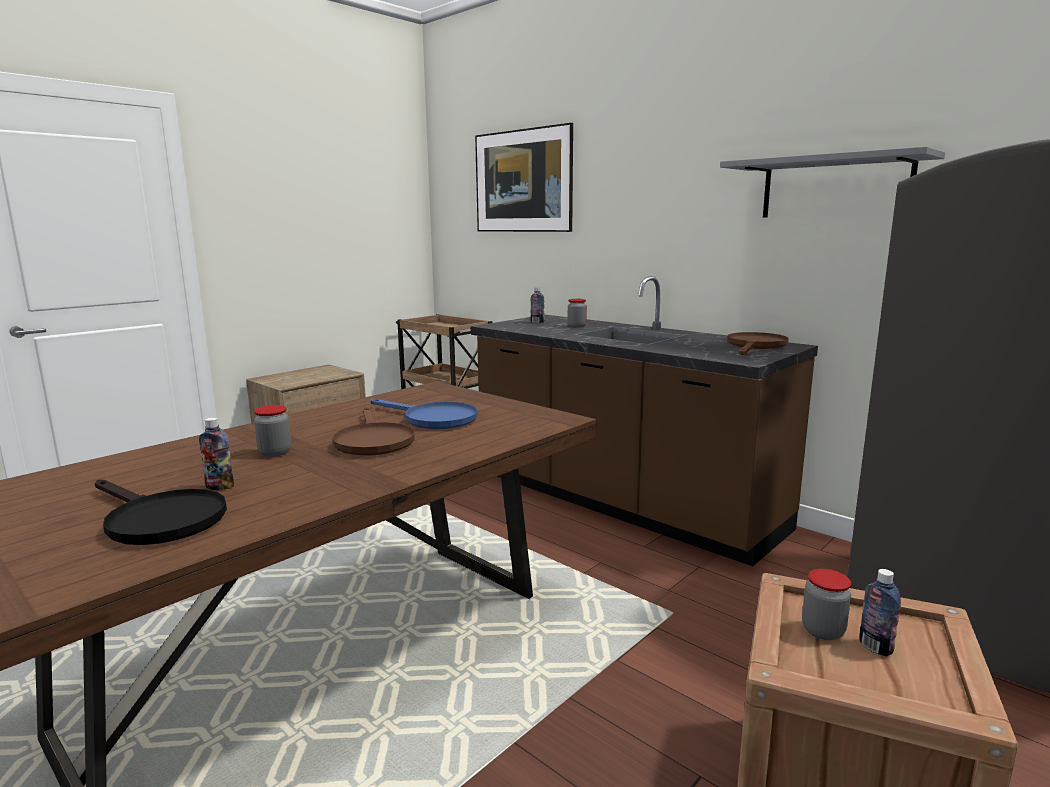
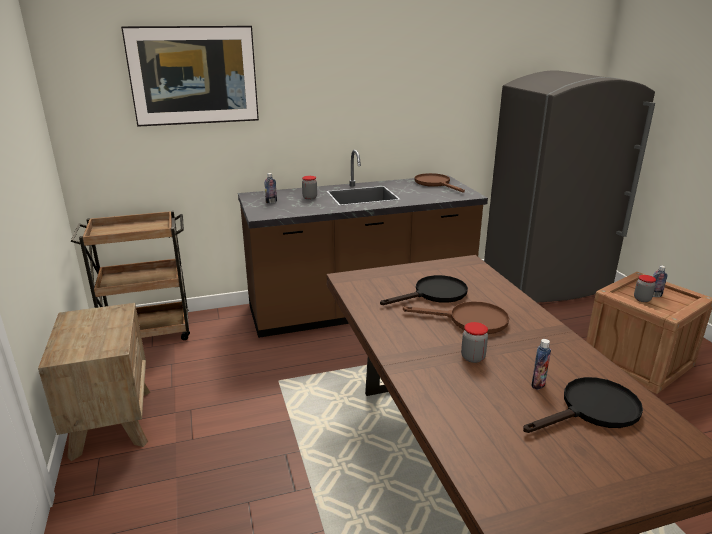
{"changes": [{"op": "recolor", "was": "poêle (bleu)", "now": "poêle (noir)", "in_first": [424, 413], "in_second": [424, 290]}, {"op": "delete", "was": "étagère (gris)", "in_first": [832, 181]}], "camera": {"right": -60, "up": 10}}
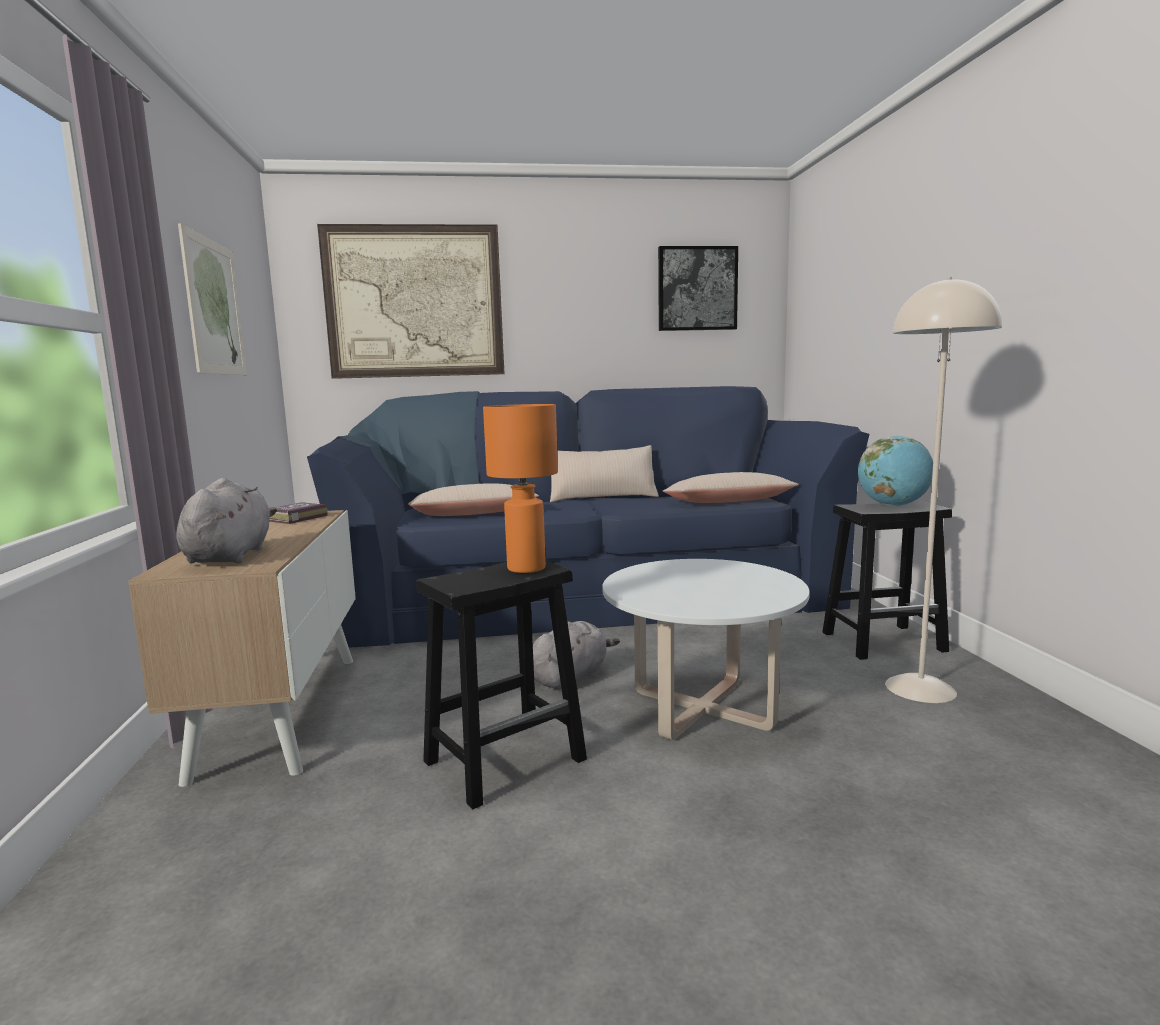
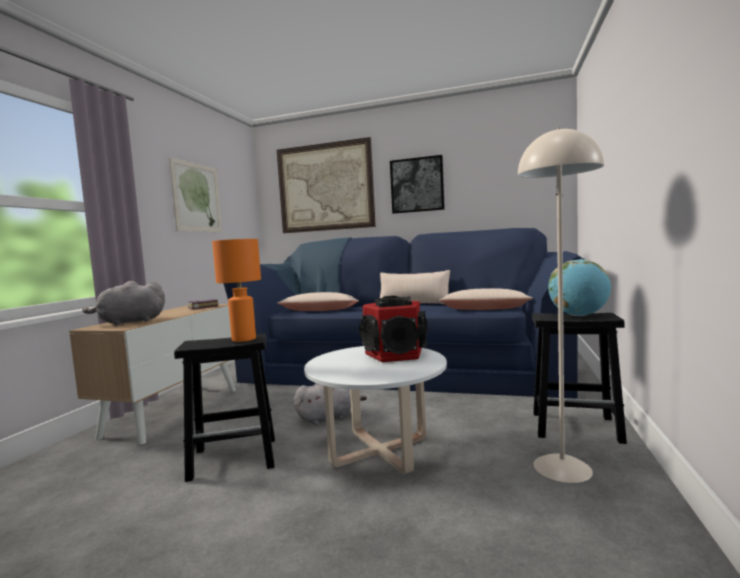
{"changes": [{"op": "rotate", "was": "peluche (gris)", "in_first": [226, 521], "in_second": [123, 303], "clockwise": -135}, {"op": "insert", "now": "enceinte", "in_second": [393, 329]}, {"op": "move", "was": "tableau", "in_first": [698, 288], "in_second": [417, 184]}], "camera": {"right": 25, "up": -5}}
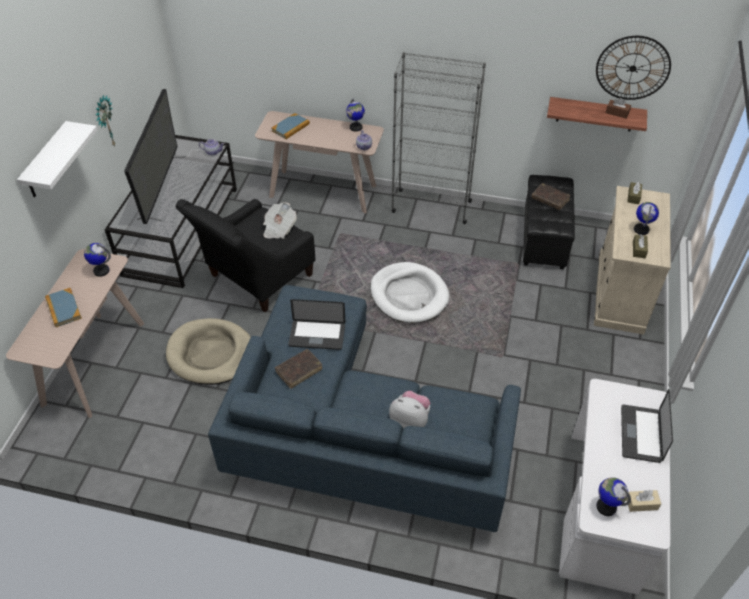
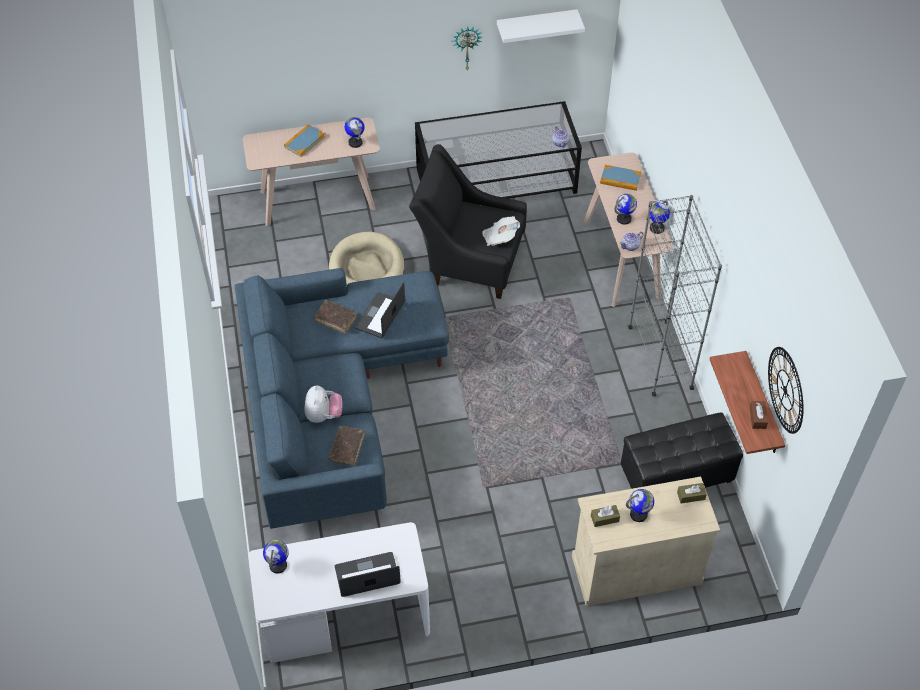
{"changes": [{"op": "move", "was": "livre (marron)", "in_first": [551, 196], "in_second": [346, 446]}, {"op": "rotate", "was": "ordinateur portable", "in_first": [316, 324], "in_second": [380, 310], "clockwise": 45}, {"op": "move", "was": "étagère (blanc)", "in_first": [57, 159], "in_second": [541, 26]}, {"op": "insert", "now": "globe", "in_second": [625, 209]}, {"op": "delete", "was": "téléviseur", "in_first": [154, 156]}, {"op": "delete", "was": "panier pour chien (blanc)", "in_first": [410, 292]}, {"op": "delete", "was": "boîte à mouchoirs (beige)", "in_first": [643, 501]}], "camera": {"right": 65, "up": 5}}
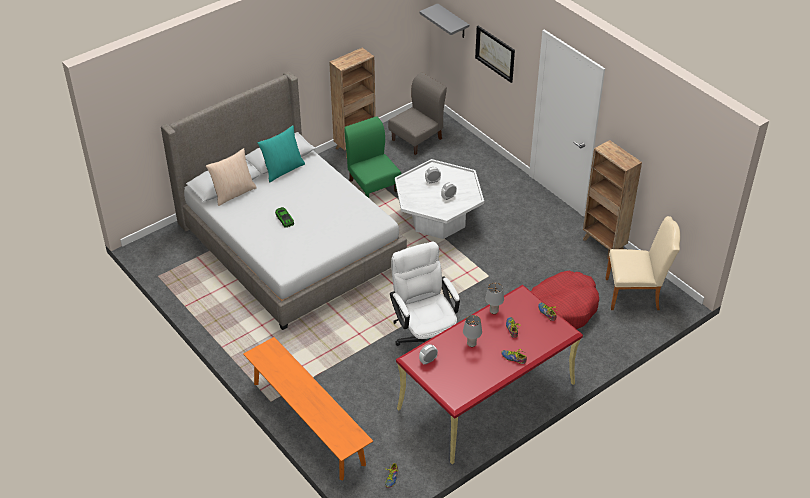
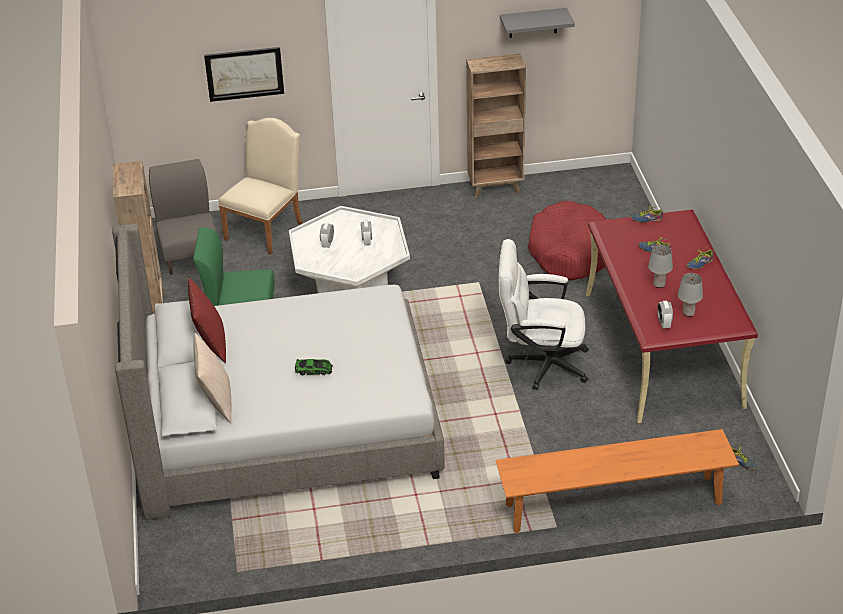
{"changes": [{"op": "recolor", "was": "coussin (turquoise)", "now": "coussin (rouge)", "in_first": [281, 153], "in_second": [207, 320]}, {"op": "move", "was": "chaise (beige)", "in_first": [642, 263], "in_second": [261, 186]}, {"op": "move", "was": "étagère (gris)", "in_first": [444, 20], "in_second": [537, 23]}, {"op": "move", "was": "lampe de table (gris)", "in_first": [494, 298], "in_second": [690, 295]}], "camera": {"right": -60, "up": -5}}
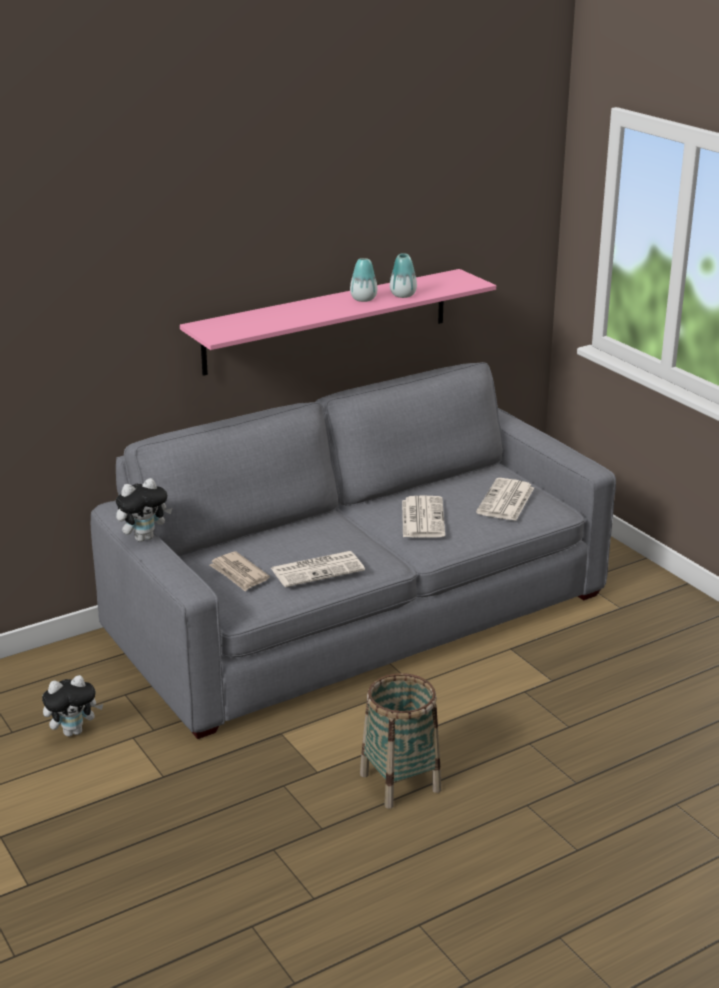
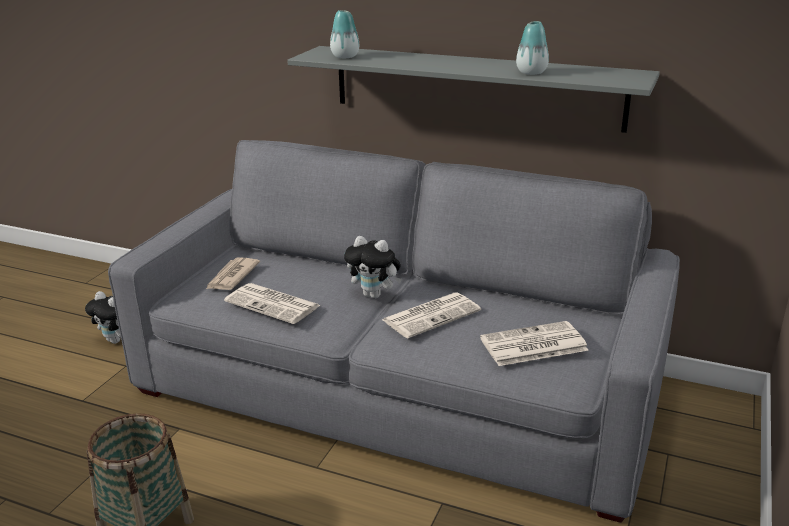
{"changes": [{"op": "recolor", "was": "étagère (rose)", "now": "étagère (gris)", "in_first": [338, 322], "in_second": [473, 89]}, {"op": "move", "was": "vase", "in_first": [364, 280], "in_second": [344, 34]}, {"op": "move", "was": "peluche", "in_first": [144, 510], "in_second": [373, 267]}], "camera": {"right": 55, "up": 0}}
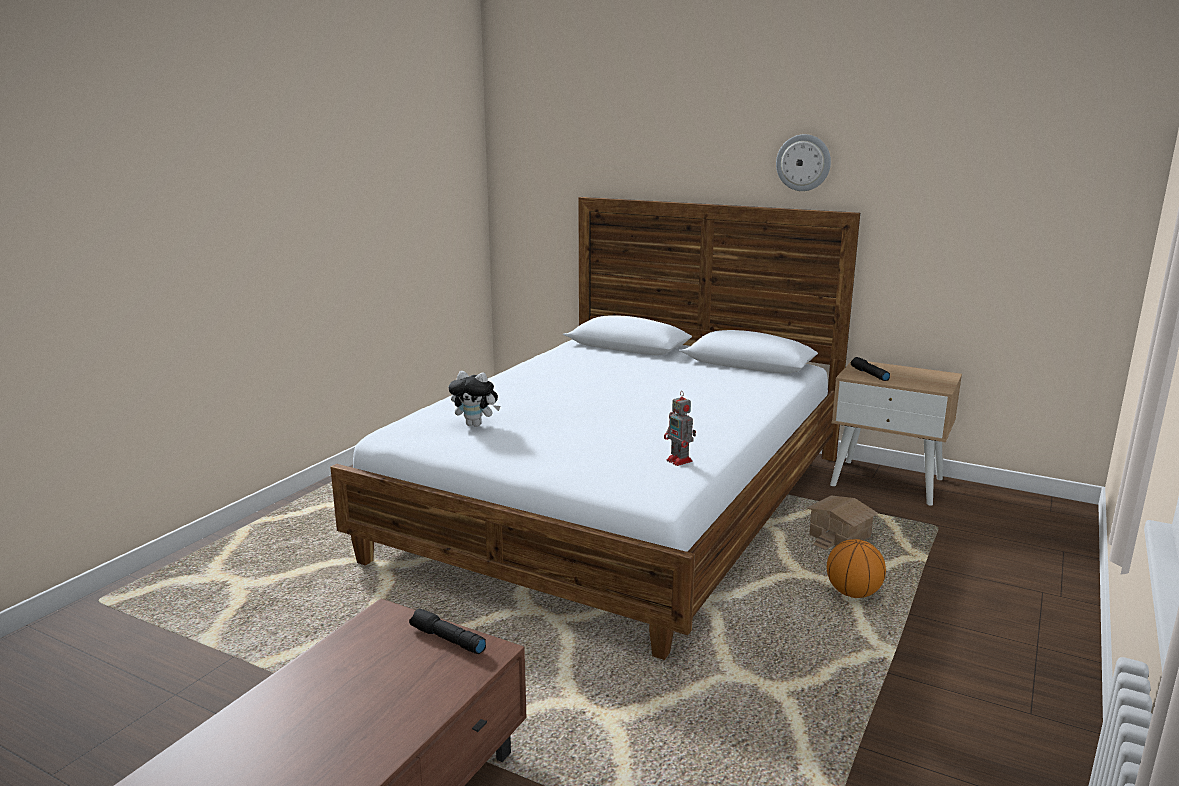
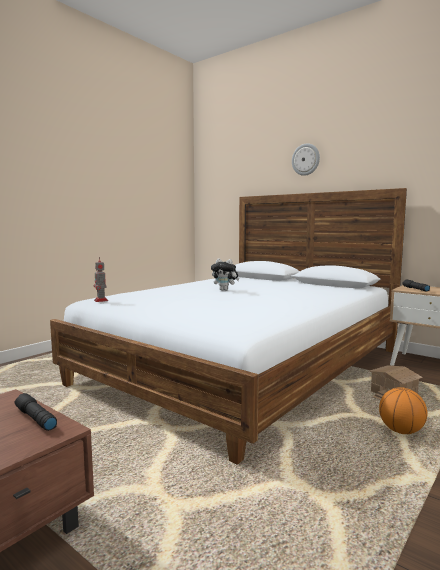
{"changes": [{"op": "move", "was": "robot jouet", "in_first": [680, 428], "in_second": [101, 279]}, {"op": "move", "was": "peluche", "in_first": [474, 399], "in_second": [225, 274]}, {"op": "move", "was": "horloge murale", "in_first": [803, 162], "in_second": [306, 159]}], "camera": {"right": 10, "up": -10}}
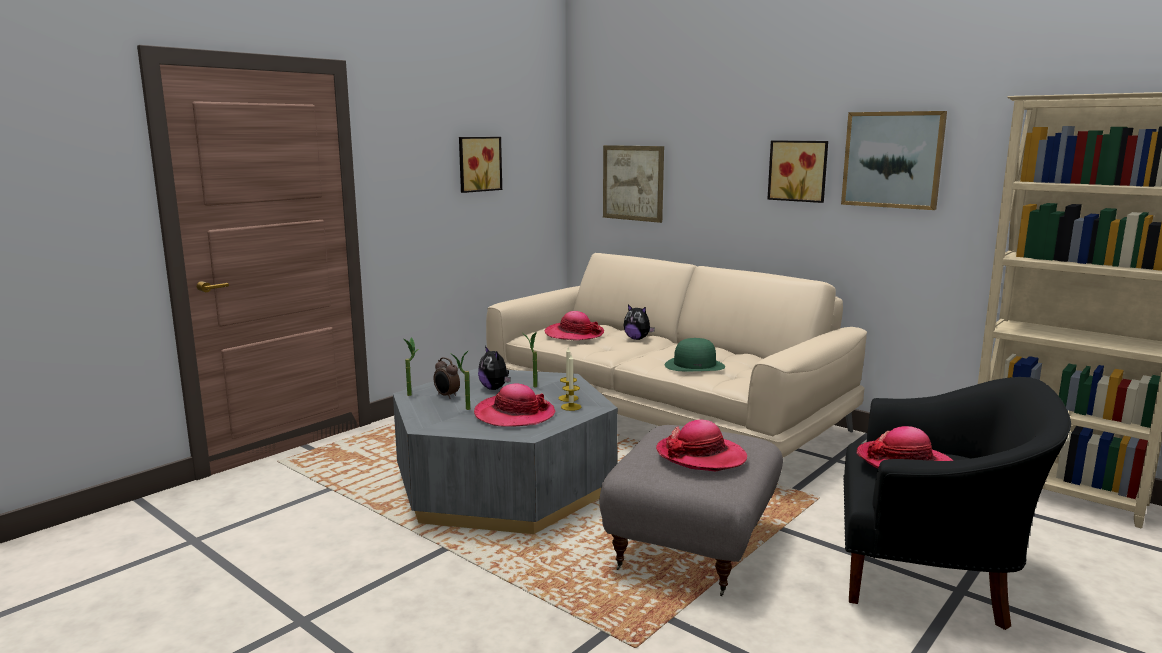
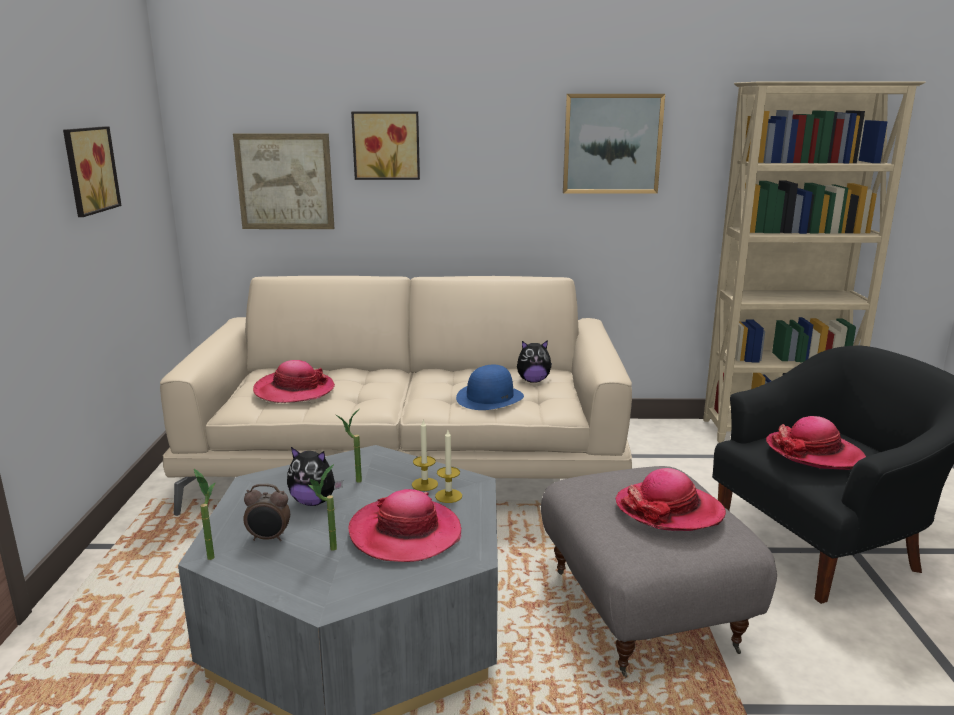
{"changes": [{"op": "move", "was": "tableau", "in_first": [797, 171], "in_second": [385, 145]}, {"op": "recolor", "was": "chapeau (vert)", "now": "chapeau (bleu)", "in_first": [695, 354], "in_second": [490, 387]}, {"op": "move", "was": "peluche", "in_first": [639, 322], "in_second": [534, 361]}], "camera": {"right": -40, "up": 5}}
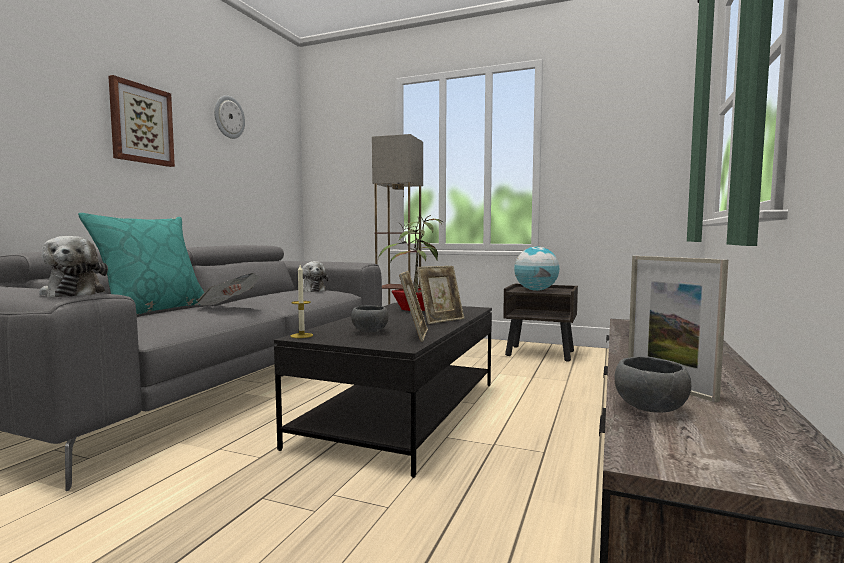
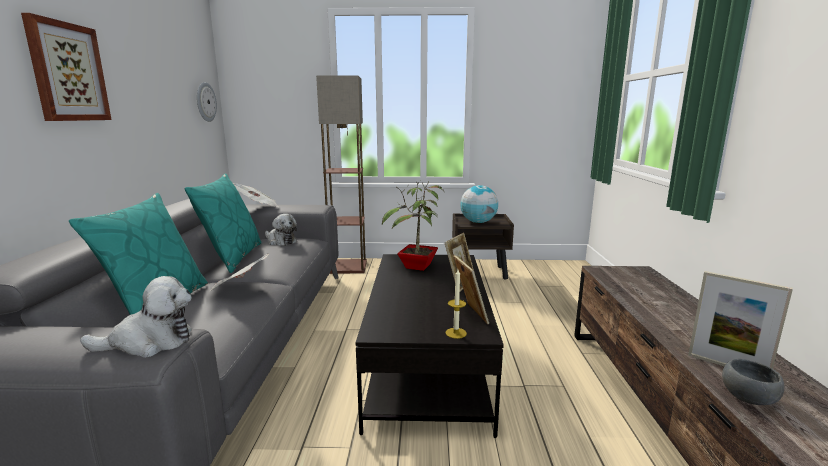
{"changes": [{"op": "rotate", "was": "peluche", "in_first": [73, 266], "in_second": [136, 317], "clockwise": -60}, {"op": "insert", "now": "coussin (turquoise)", "in_second": [223, 223]}, {"op": "move", "was": "horloge murale", "in_first": [229, 117], "in_second": [207, 102]}, {"op": "insert", "now": "journal", "in_second": [255, 195]}, {"op": "move", "was": "bougie", "in_first": [302, 301], "in_second": [456, 304]}, {"op": "delete", "was": "bol (gris)", "in_first": [369, 319]}], "camera": {"right": -20, "up": 10}}
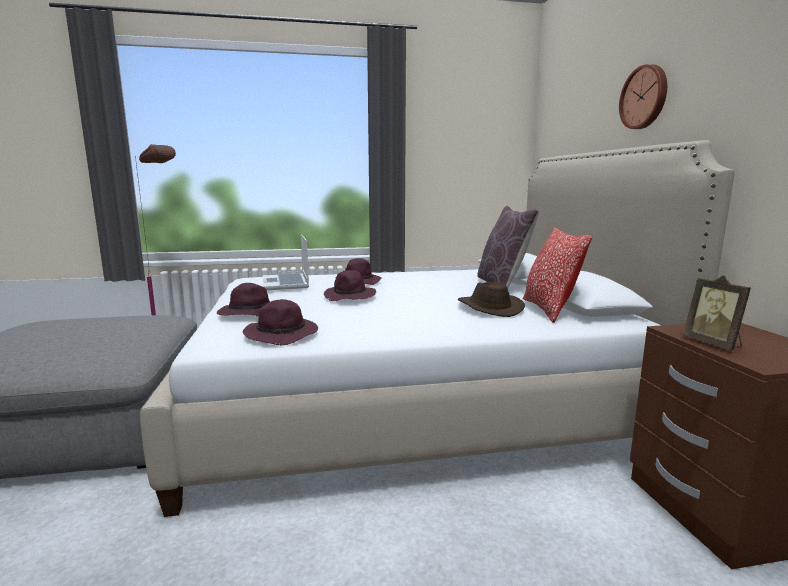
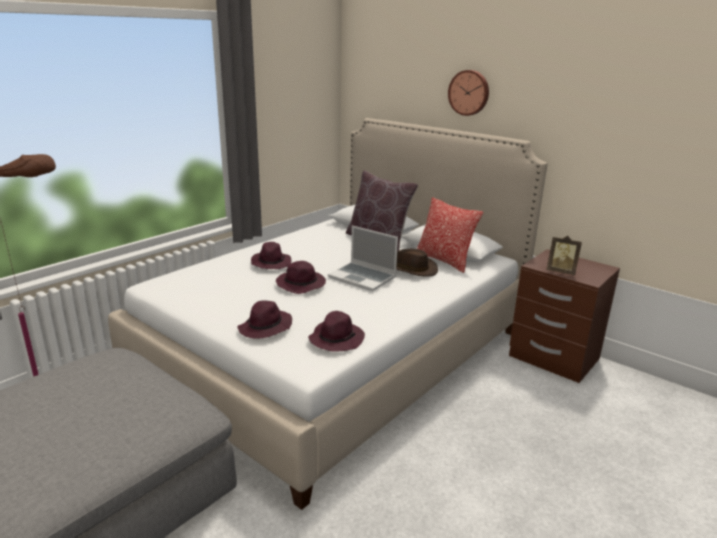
{"changes": [{"op": "move", "was": "ordinateur portable", "in_first": [285, 262], "in_second": [363, 258]}], "camera": {"right": -40, "up": 10}}
